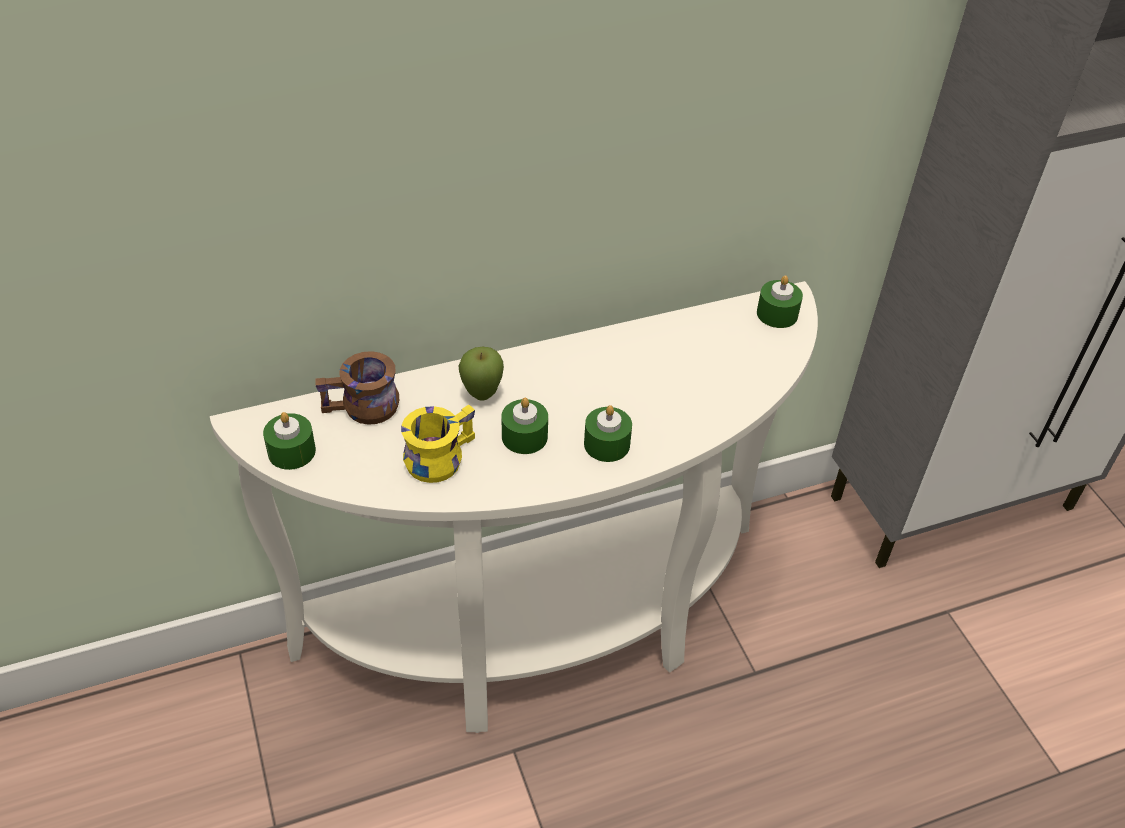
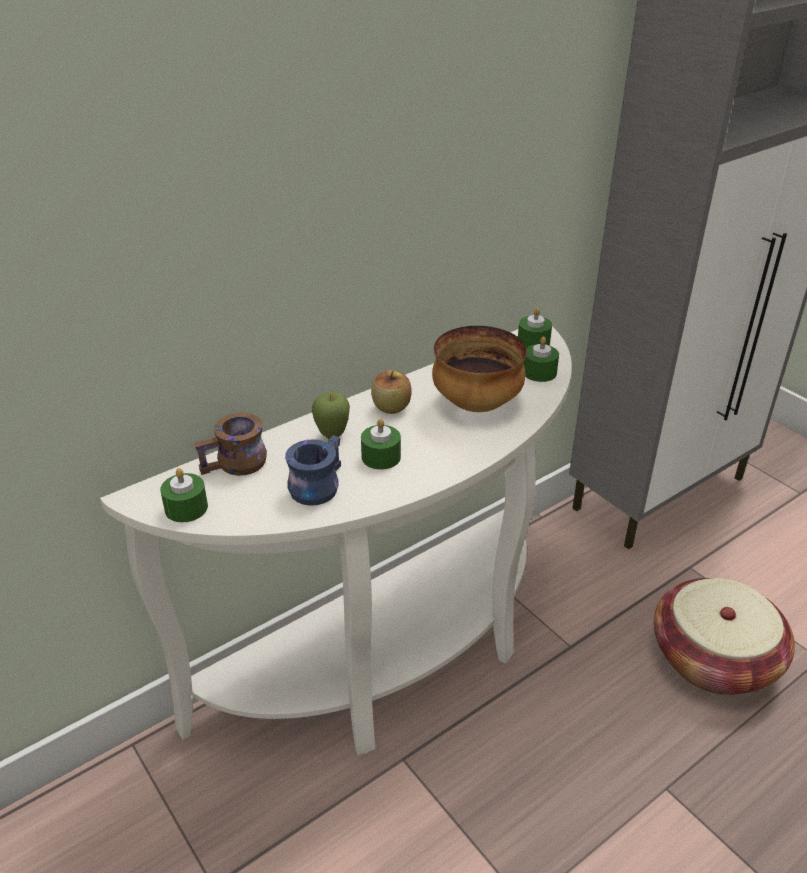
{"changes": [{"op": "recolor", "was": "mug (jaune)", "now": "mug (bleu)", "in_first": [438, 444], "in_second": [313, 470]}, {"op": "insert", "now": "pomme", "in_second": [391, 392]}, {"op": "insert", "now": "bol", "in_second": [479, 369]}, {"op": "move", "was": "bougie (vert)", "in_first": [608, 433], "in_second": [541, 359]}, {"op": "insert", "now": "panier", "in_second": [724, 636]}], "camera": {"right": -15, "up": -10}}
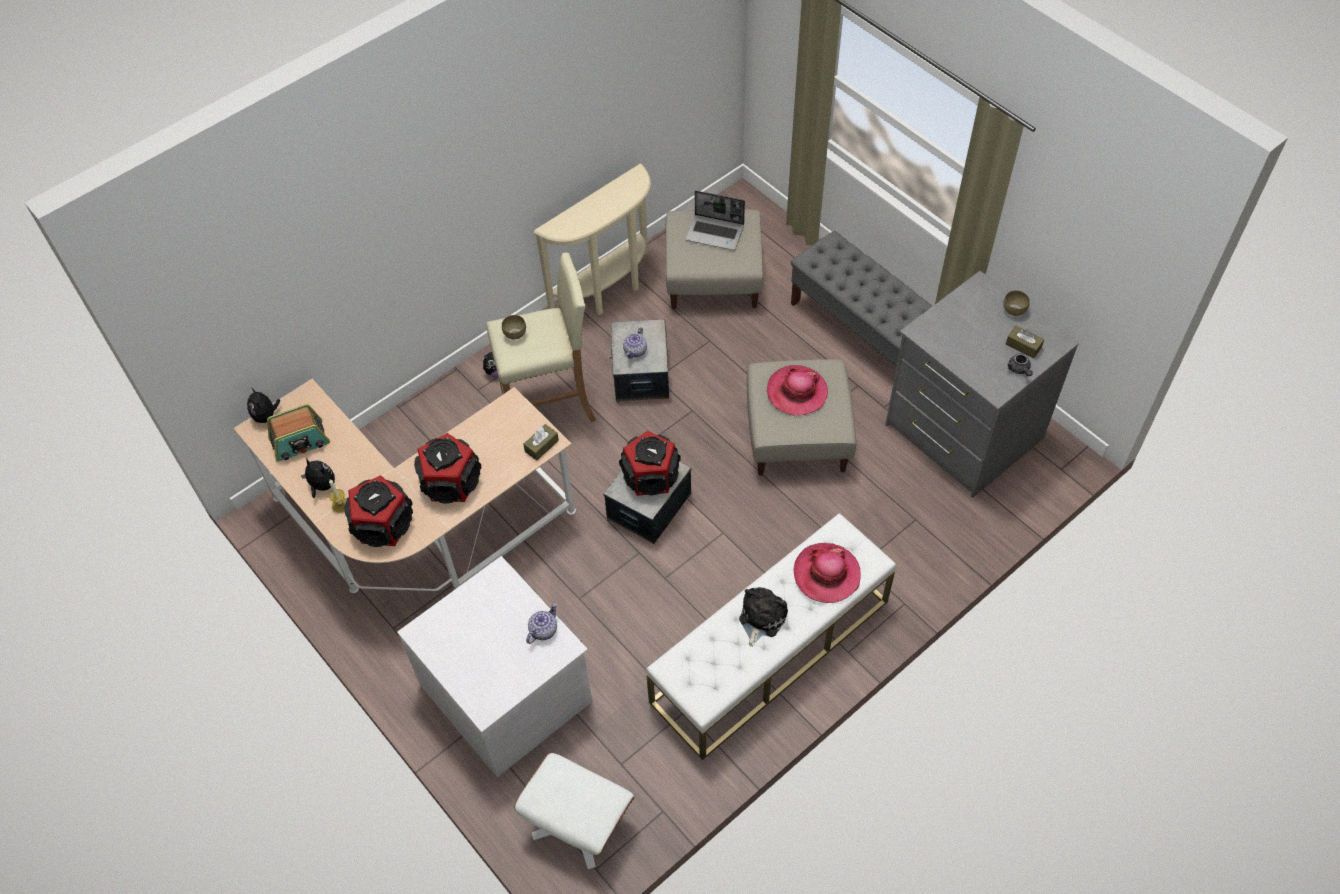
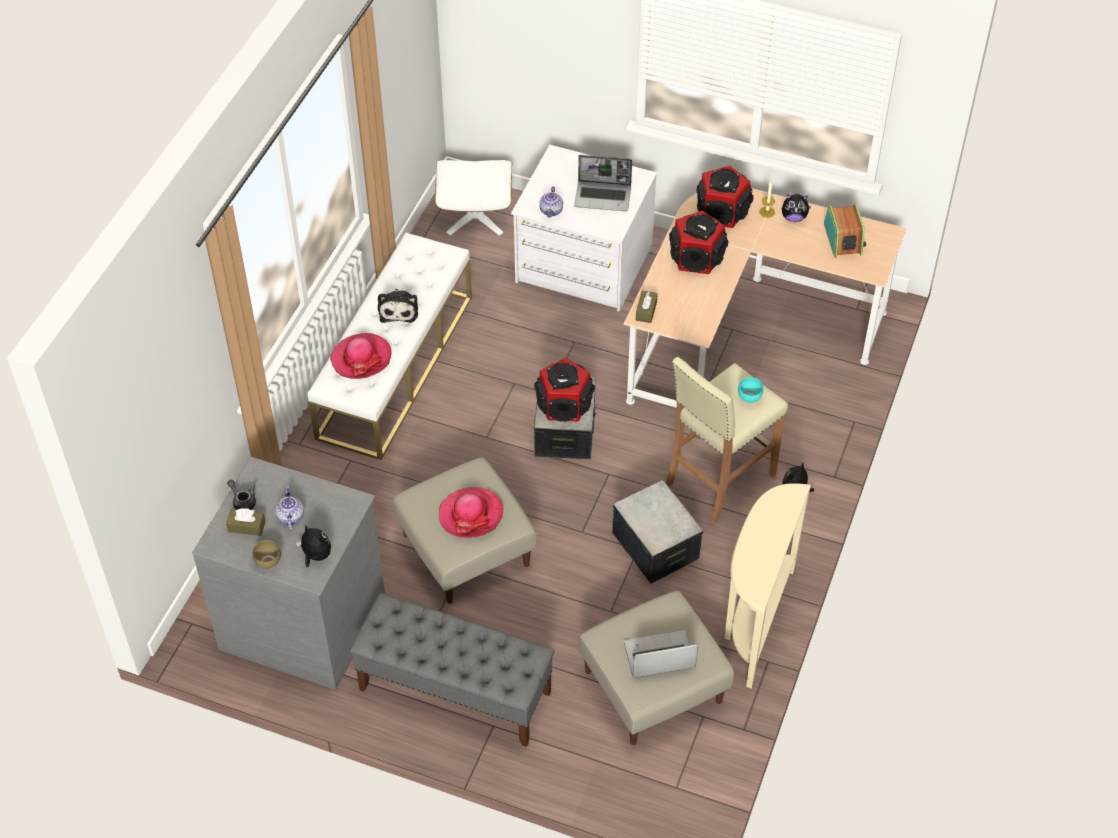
{"changes": [{"op": "move", "was": "théière", "in_first": [635, 343], "in_second": [289, 508]}, {"op": "move", "was": "peluche", "in_first": [263, 405], "in_second": [313, 545]}, {"op": "insert", "now": "ordinateur portable", "in_second": [603, 183]}, {"op": "recolor", "was": "bol (marron)", "now": "bol (turquoise)", "in_first": [514, 327], "in_second": [750, 390]}, {"op": "rotate", "was": "radio", "in_first": [298, 433], "in_second": [845, 230], "clockwise": 135}], "camera": {"right": 150, "up": -5}}
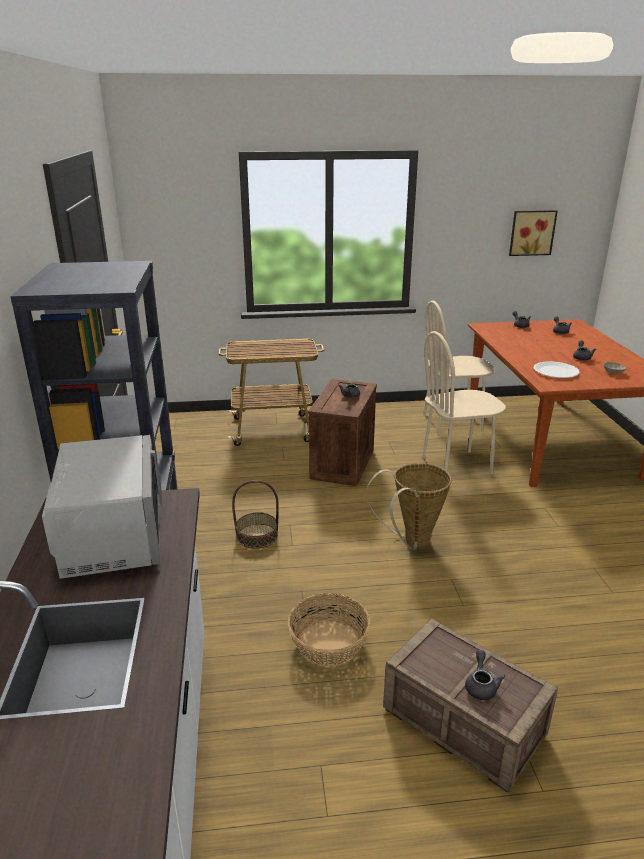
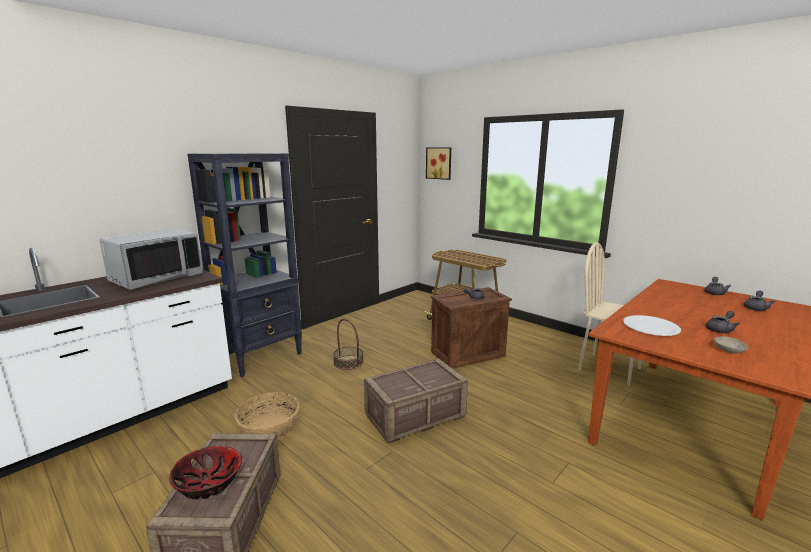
{"changes": [{"op": "replace", "was": "théière (gris)", "now": "bol", "in_first": [485, 675], "in_second": [205, 472]}, {"op": "replace", "was": "panier", "now": "caisse", "in_first": [409, 506], "in_second": [416, 401]}, {"op": "move", "was": "tableau", "in_first": [533, 233], "in_second": [438, 163]}, {"op": "delete", "was": "chaise (beige)", "in_first": [464, 402]}], "camera": {"right": 50, "up": -10}}
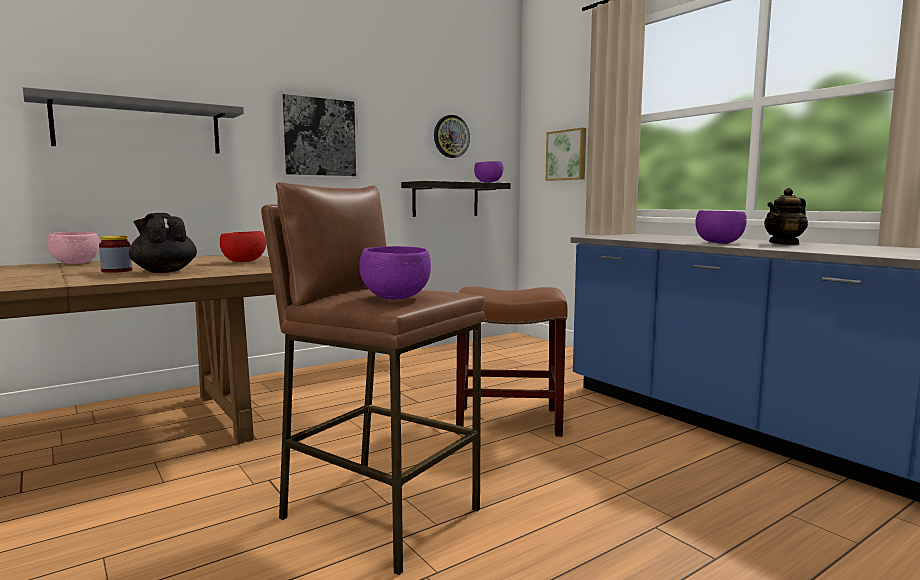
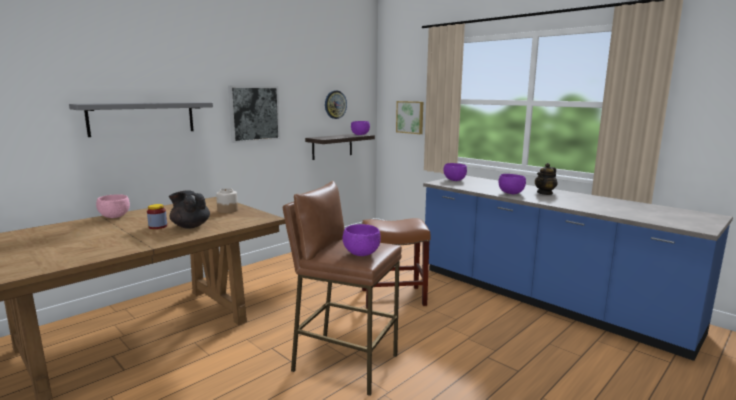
{"changes": [{"op": "replace", "was": "bol (rouge)", "now": "bocal", "in_first": [243, 246], "in_second": [227, 200]}, {"op": "insert", "now": "bol (violet)", "in_second": [455, 172]}], "camera": {"right": -10, "up": 5}}
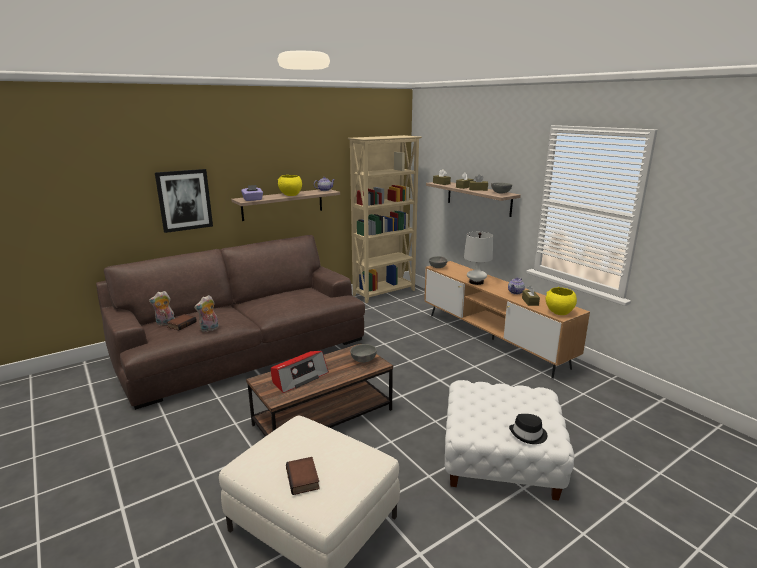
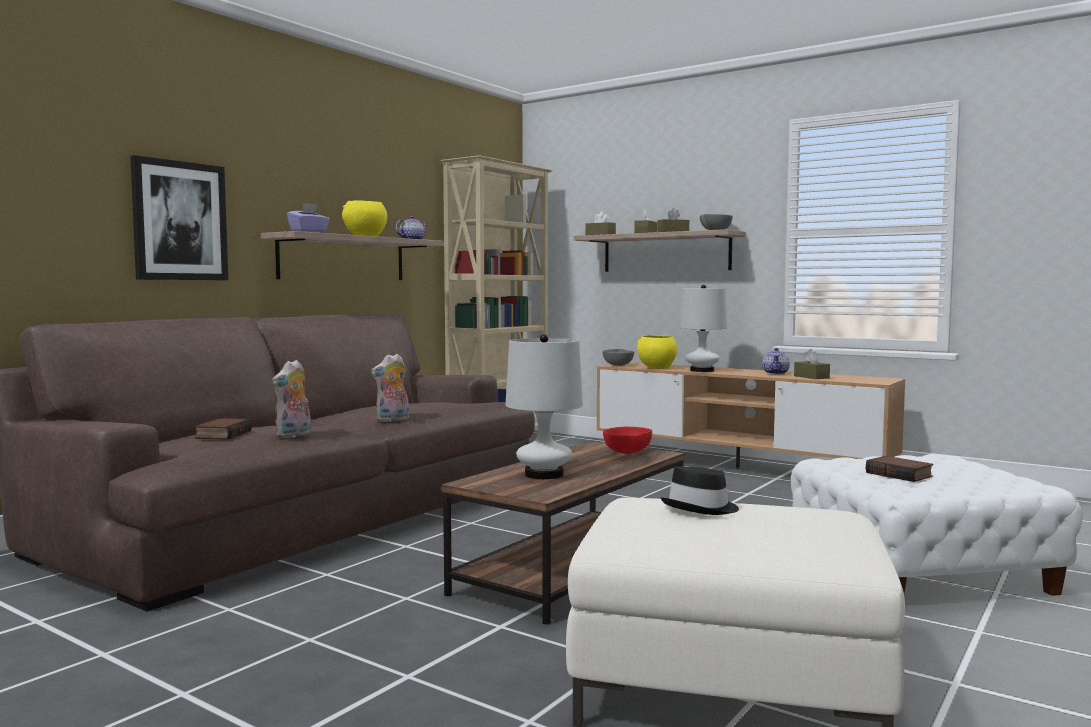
{"changes": [{"op": "move", "was": "peluche", "in_first": [162, 308], "in_second": [390, 388]}, {"op": "replace", "was": "radio", "now": "lampe de table (blanc)", "in_first": [300, 372], "in_second": [544, 406]}, {"op": "recolor", "was": "bol (gris)", "now": "bol (rouge)", "in_first": [363, 353], "in_second": [627, 440]}, {"op": "move", "was": "bol (jaune)", "in_first": [561, 301], "in_second": [657, 352]}, {"op": "move", "was": "chapeau (noir)", "in_first": [528, 429], "in_second": [700, 490]}, {"op": "move", "was": "livre", "in_first": [303, 476], "in_second": [899, 469]}], "camera": {"right": -20, "up": -15}}
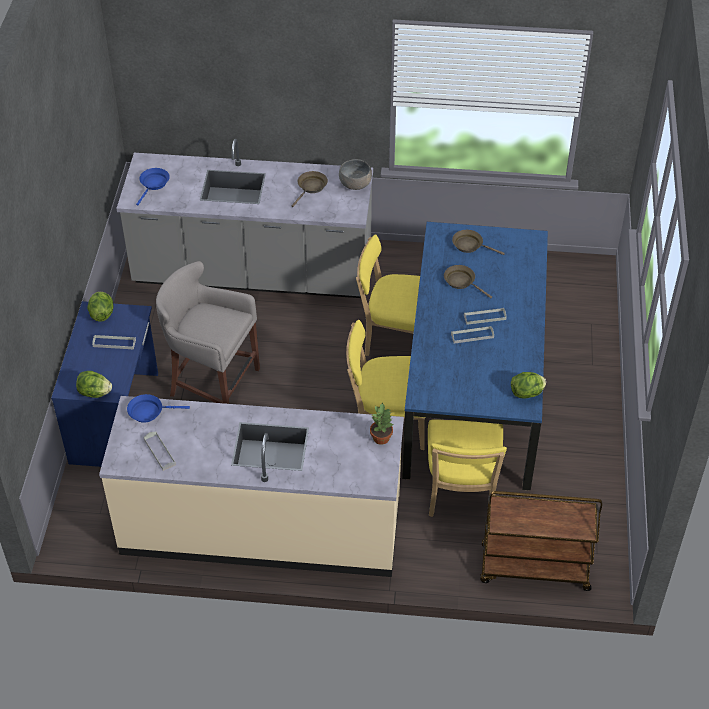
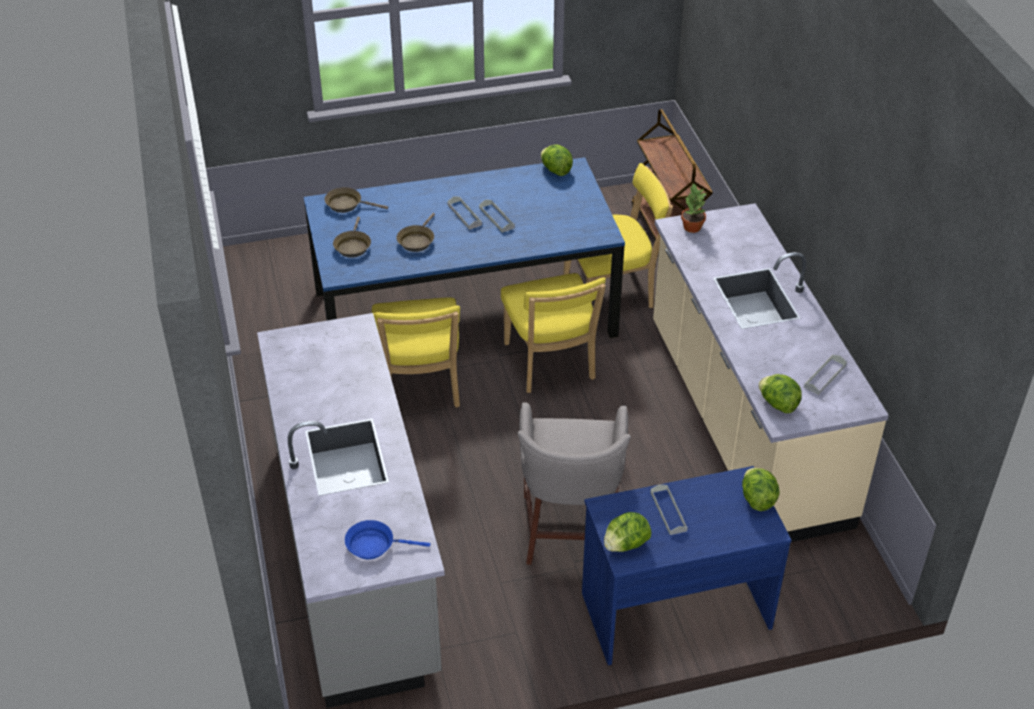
{"changes": [{"op": "move", "was": "poêle (marron)", "in_first": [310, 189], "in_second": [356, 200]}, {"op": "replace", "was": "poêle (bleu)", "now": "laitue", "in_first": [158, 408], "in_second": [780, 393]}, {"op": "delete", "was": "bol (gris)", "in_first": [355, 174]}], "camera": {"right": -110, "up": -5}}
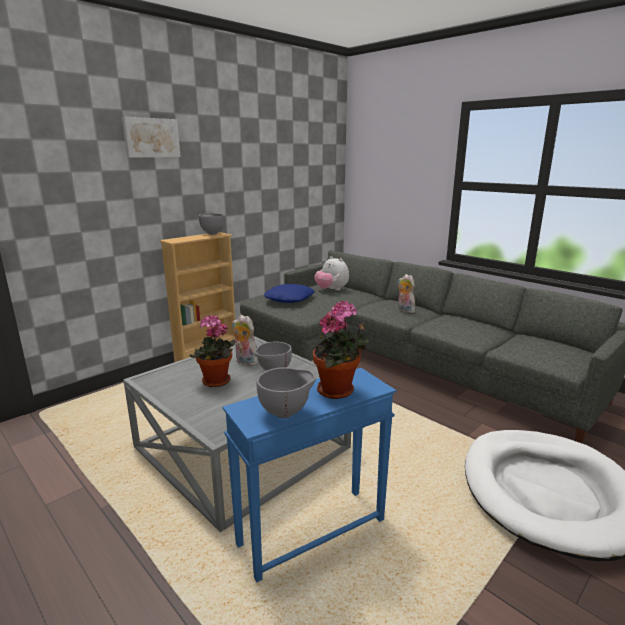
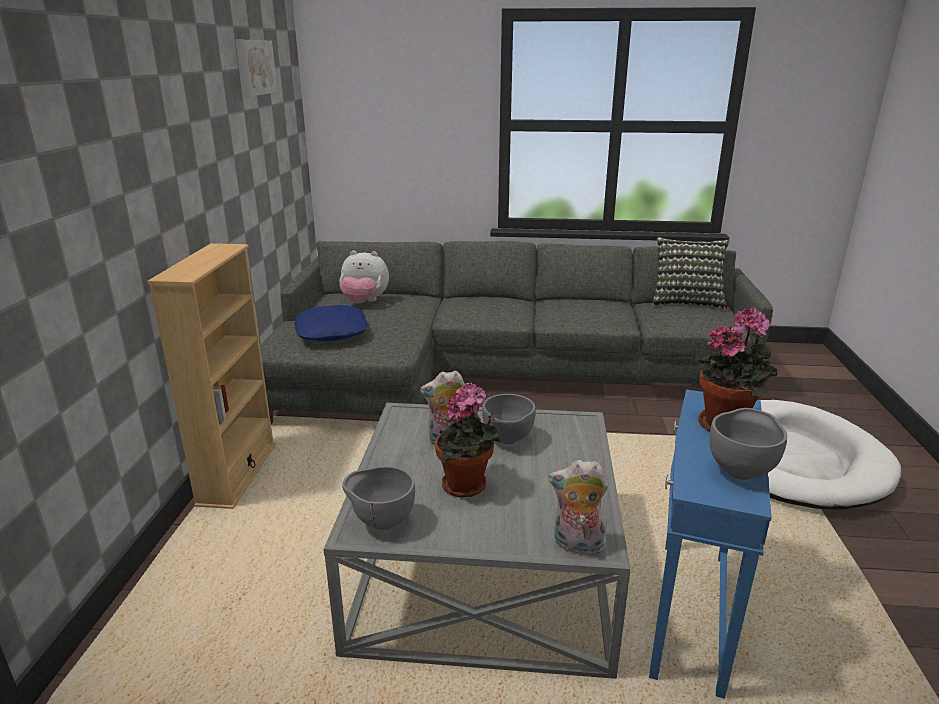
{"changes": [{"op": "move", "was": "tableau", "in_first": [151, 137], "in_second": [256, 68]}, {"op": "move", "was": "bol (gris)", "in_first": [212, 224], "in_second": [378, 498]}, {"op": "move", "was": "peluche", "in_first": [407, 293], "in_second": [578, 507]}, {"op": "insert", "now": "coussin", "in_second": [691, 273]}], "camera": {"right": -40, "up": 5}}
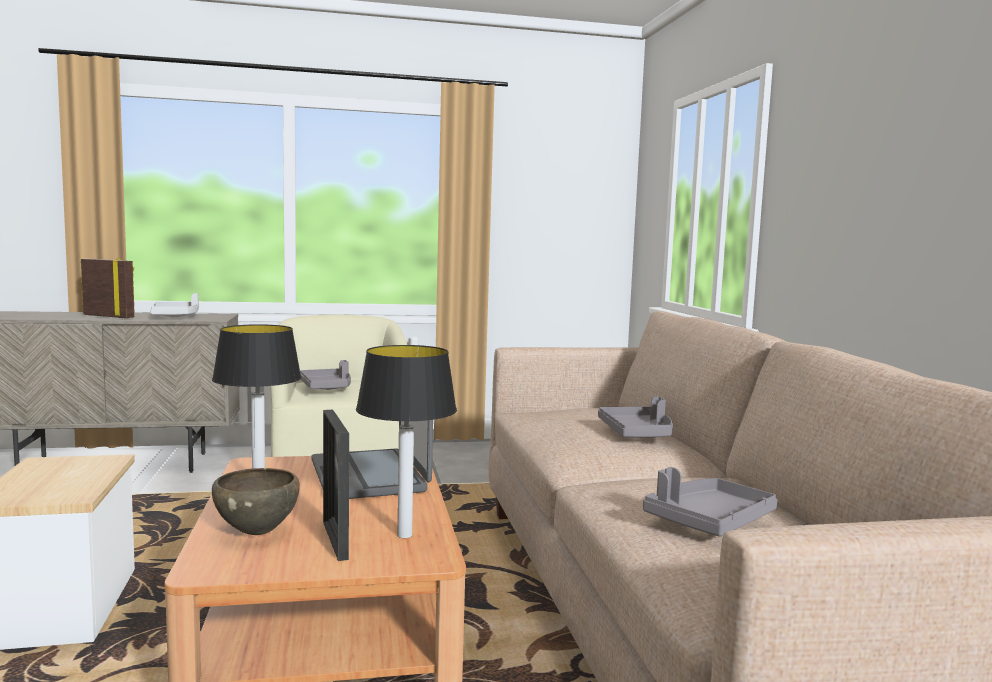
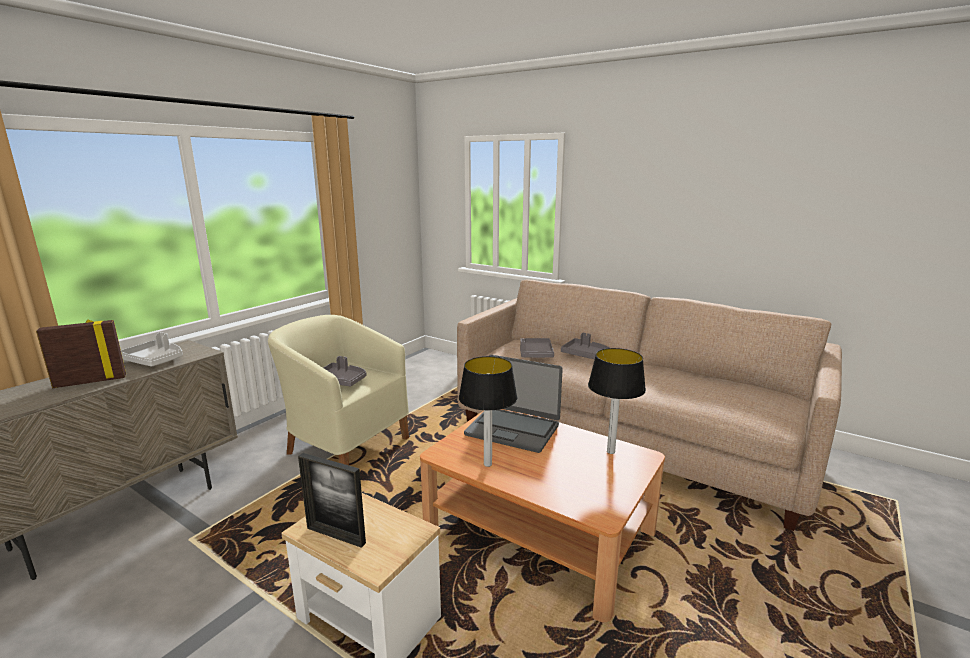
{"changes": [{"op": "move", "was": "cadre photo", "in_first": [336, 485], "in_second": [332, 500]}, {"op": "move", "was": "plateau (gris)", "in_first": [710, 502], "in_second": [537, 348]}, {"op": "delete", "was": "bol (marron)", "in_first": [256, 501]}], "camera": {"right": -45, "up": 10}}
